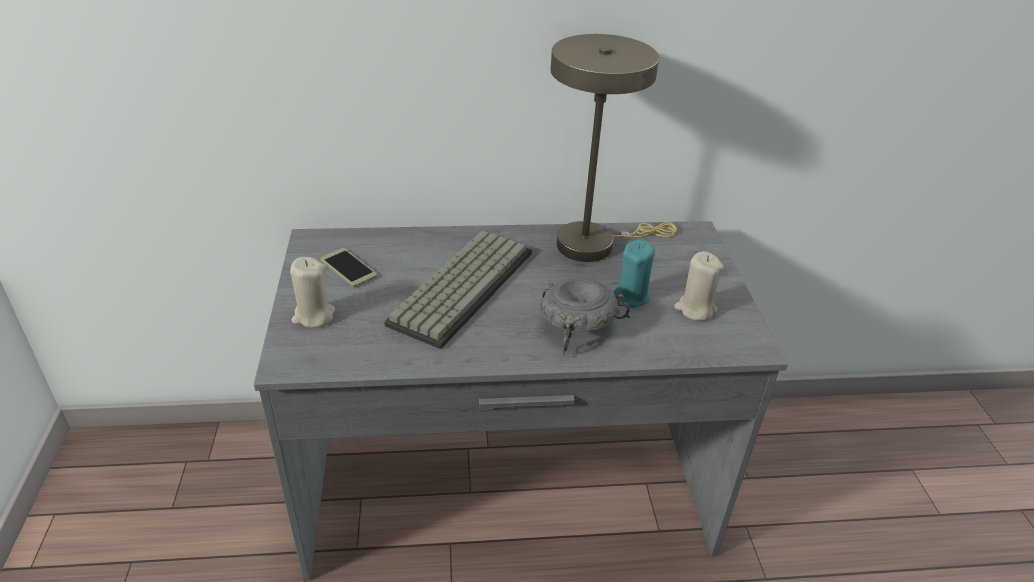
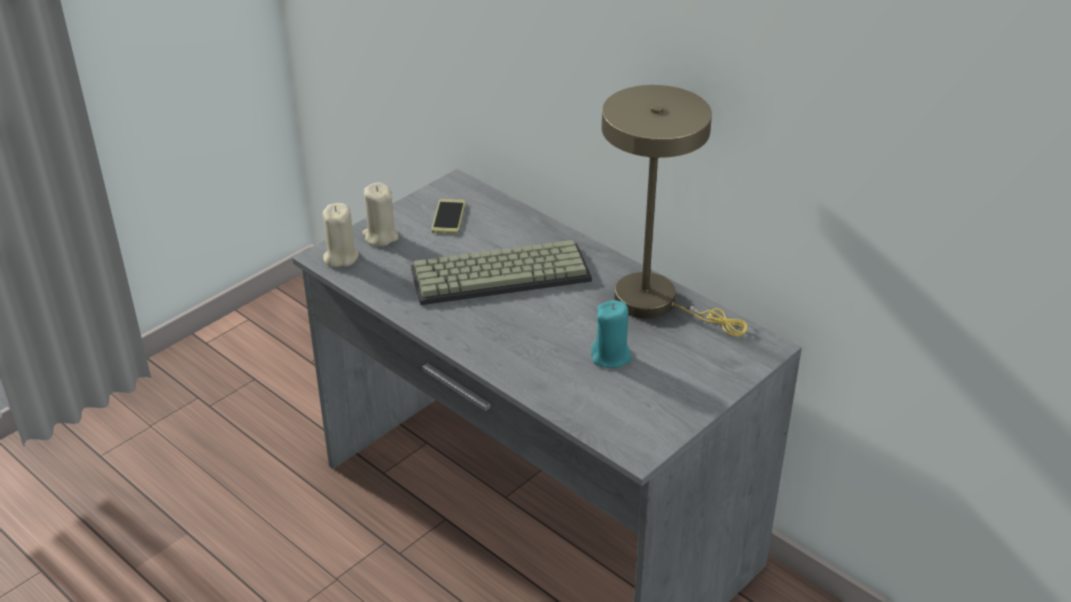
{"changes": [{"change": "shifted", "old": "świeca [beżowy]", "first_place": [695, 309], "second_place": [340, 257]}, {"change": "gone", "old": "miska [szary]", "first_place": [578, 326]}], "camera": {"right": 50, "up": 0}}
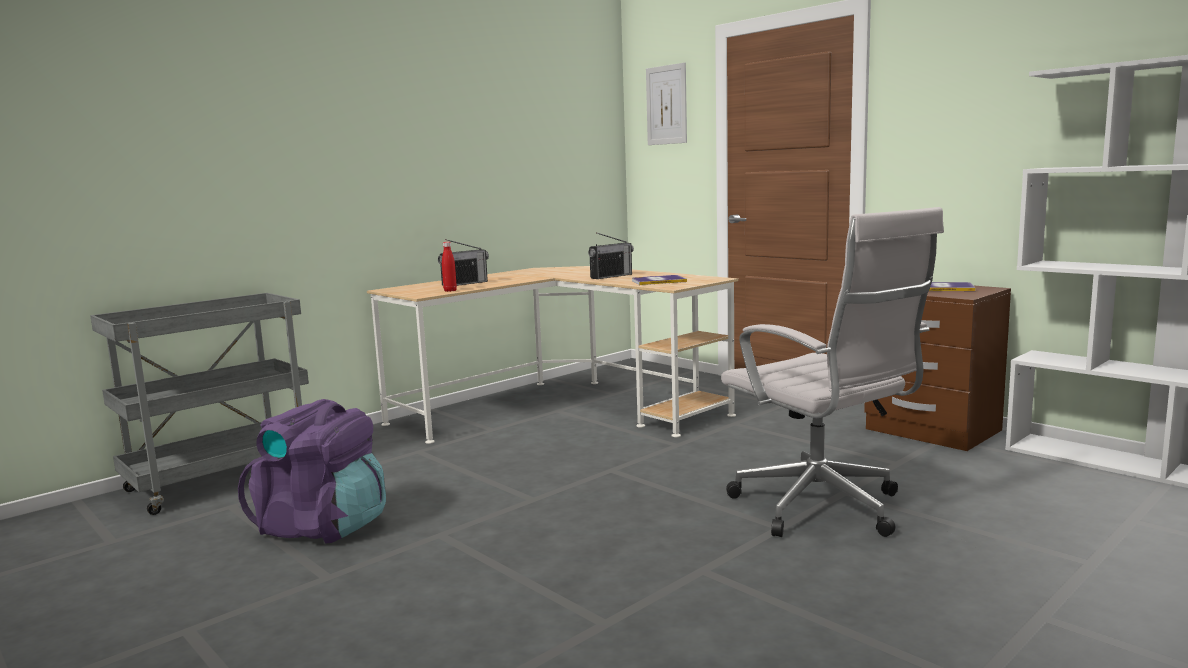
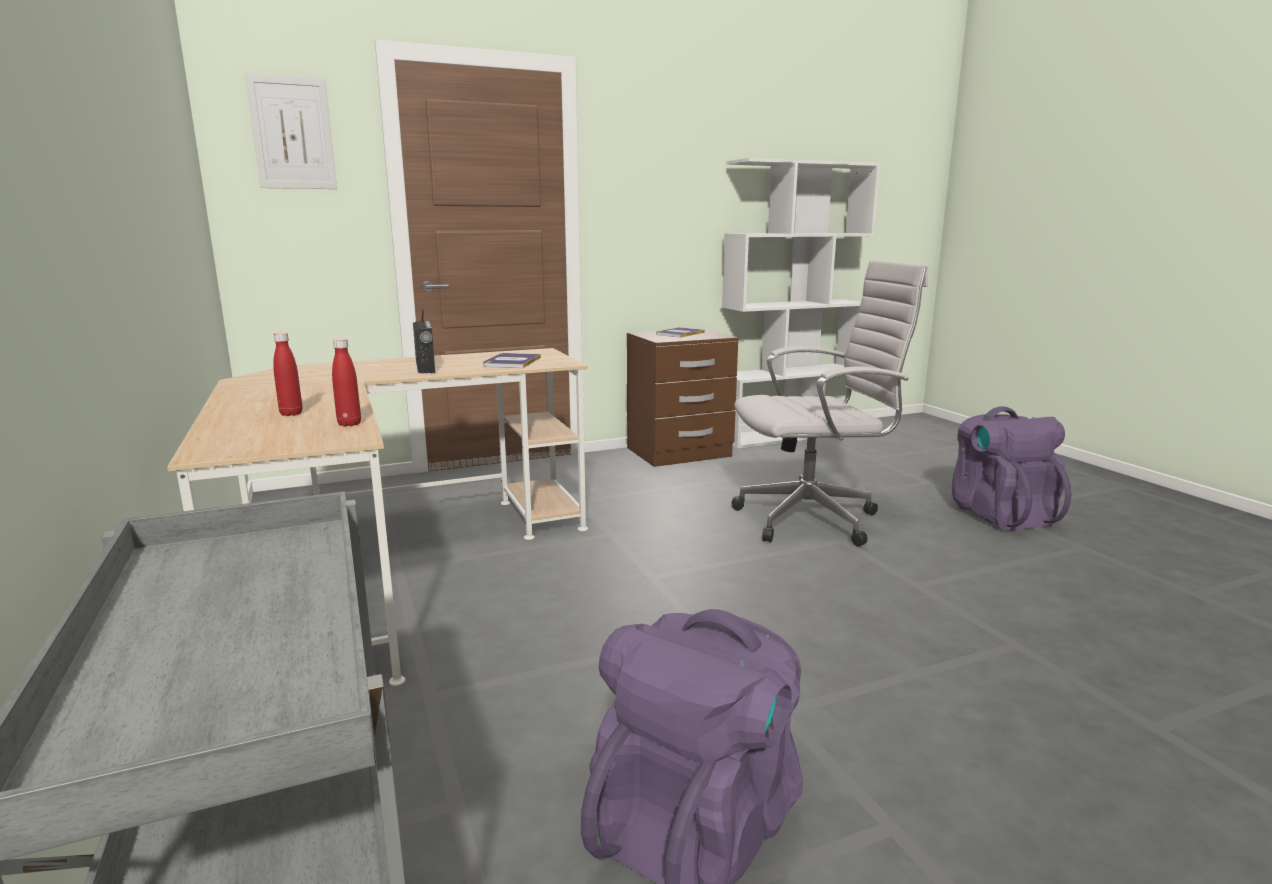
{"changes": [{"change": "swapped", "old": "radio", "new": "butelka [czerwony]", "first_place": [464, 284], "second_place": [291, 414]}, {"change": "new", "new": "plecak [fioletowy]", "second_place": [999, 514]}], "camera": {"right": -70, "up": 5}}
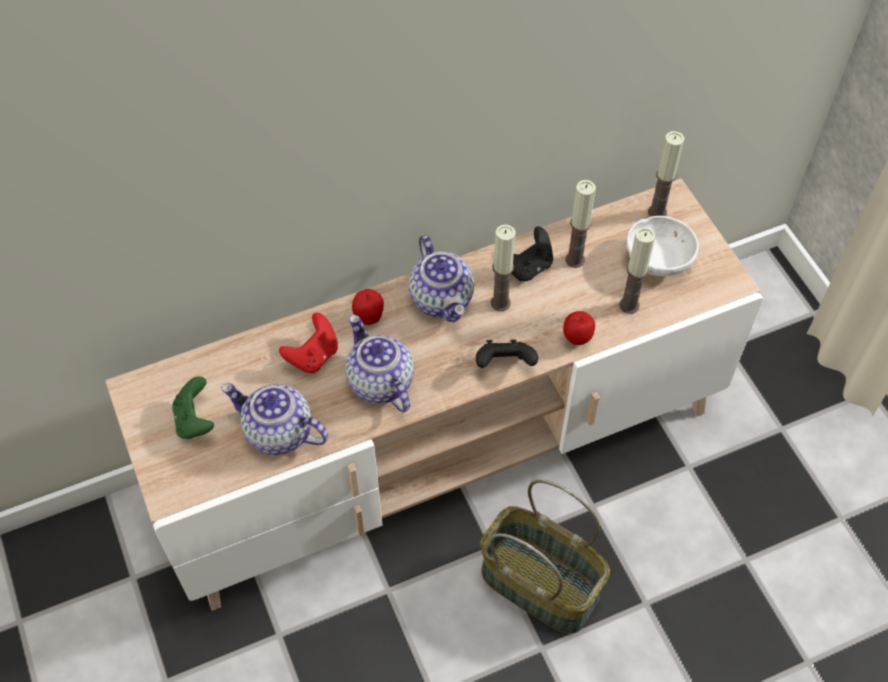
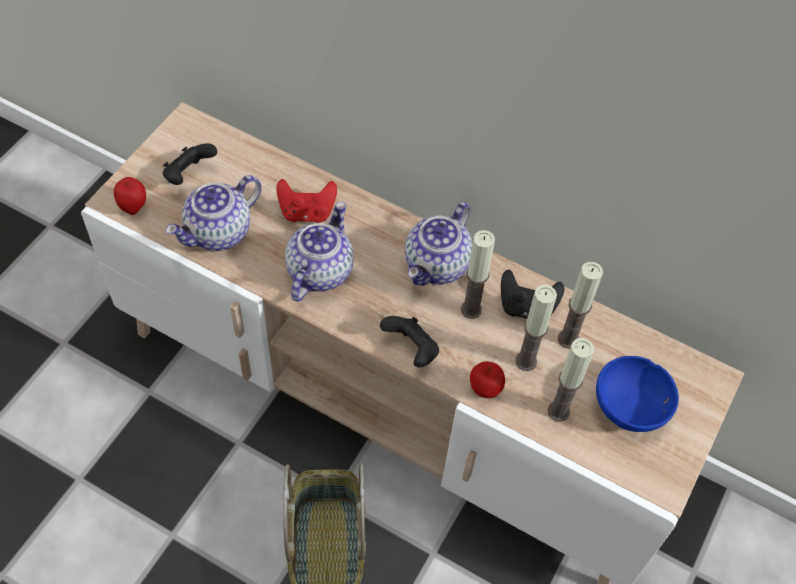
{"changes": [{"change": "shifted", "old": "jabłko", "first_place": [369, 317], "second_place": [133, 207]}, {"change": "repainted", "old": "pad do gier [zielony]", "new": "pad do gier [czarny]", "first_place": [195, 420], "second_place": [189, 175]}, {"change": "rotated", "old": "imbryk", "first_place": [277, 432], "second_place": [219, 233], "degrees": -120}, {"change": "shifted", "old": "świeca", "first_place": [657, 212], "second_place": [526, 361]}, {"change": "repainted", "old": "miska [biały]", "new": "miska [niebieski]", "first_place": [658, 260], "second_place": [631, 407]}], "camera": {"right": 50, "up": 0}}
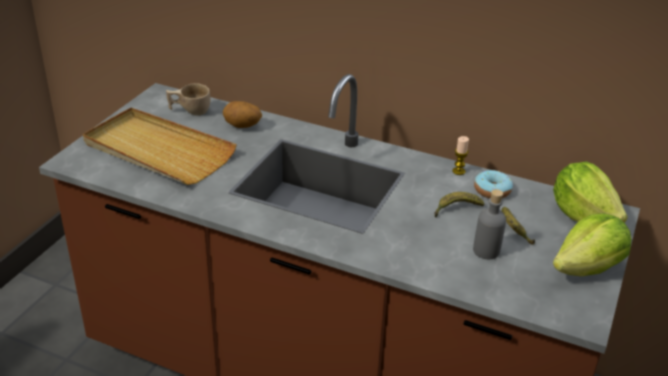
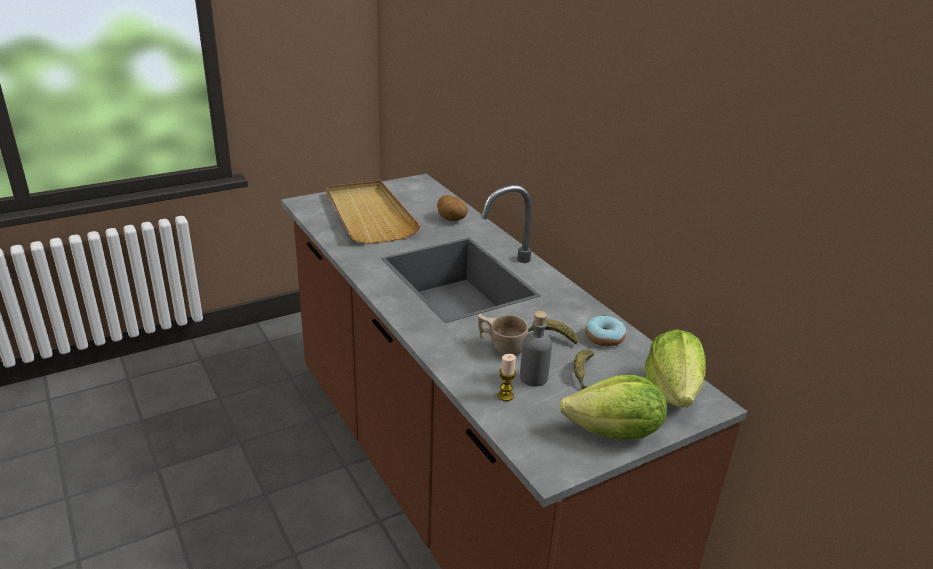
{"changes": [{"change": "shifted", "old": "filiżanka [beżowy]", "first_place": [189, 111], "second_place": [501, 347]}, {"change": "shifted", "old": "świeca", "first_place": [458, 171], "second_place": [505, 396]}], "camera": {"right": 35, "up": -5}}
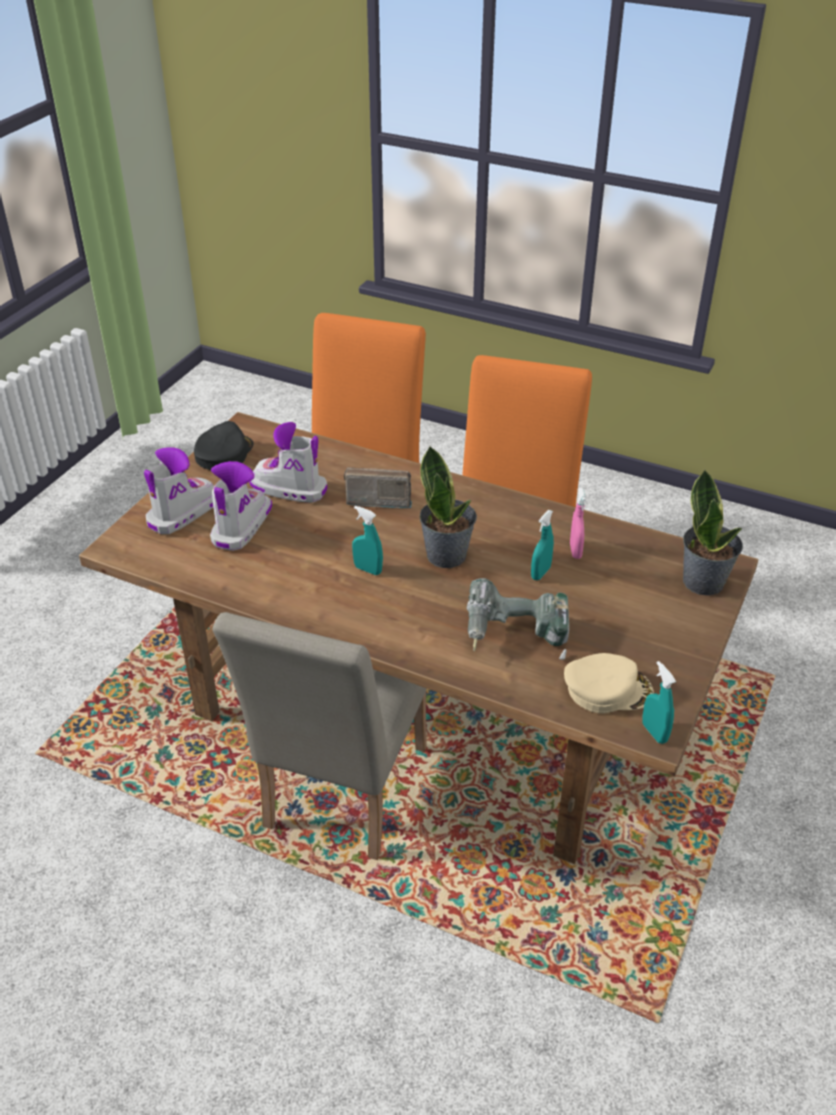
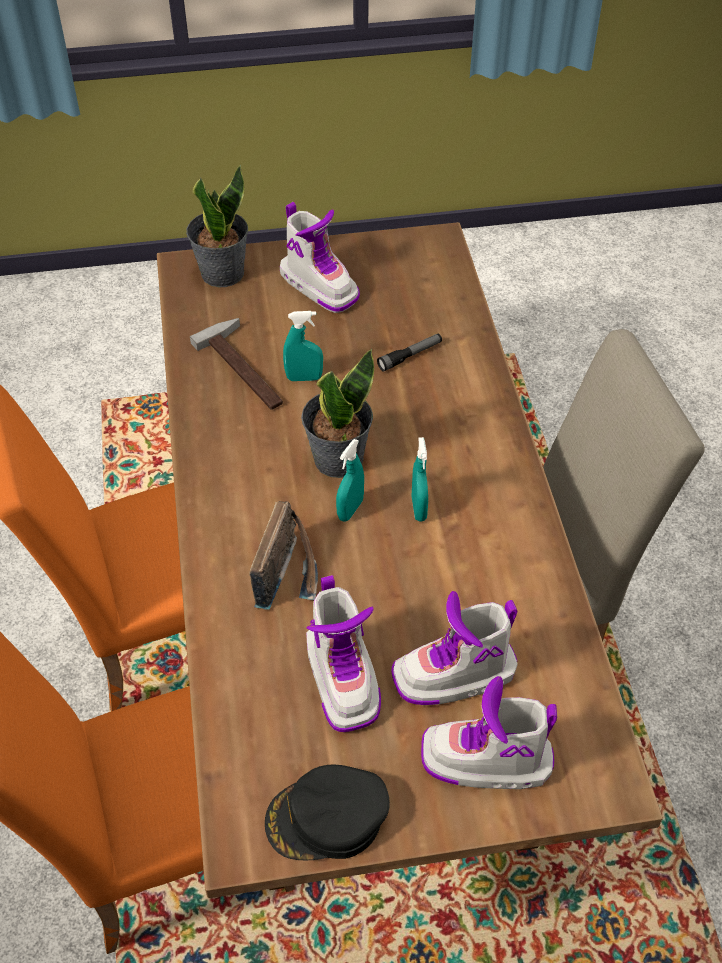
{"changes": [{"change": "swapped", "old": "spryskiwacz [różowy]", "new": "młotek", "first_place": [575, 551], "second_place": [247, 368]}, {"change": "rotated", "old": "radio", "first_place": [377, 499], "second_place": [289, 572], "degrees": -135}, {"change": "new", "new": "but z cholewką", "second_place": [319, 286]}, {"change": "shifted", "old": "spryskiwacz [turkusowy]", "first_place": [654, 732], "second_place": [350, 509]}, {"change": "swapped", "old": "wiertarka", "new": "latarka", "first_place": [515, 637], "second_place": [410, 356]}, {"change": "gone", "old": "czapka z daszkiem [beżowy]", "first_place": [607, 689]}], "camera": {"right": -125, "up": 10}}
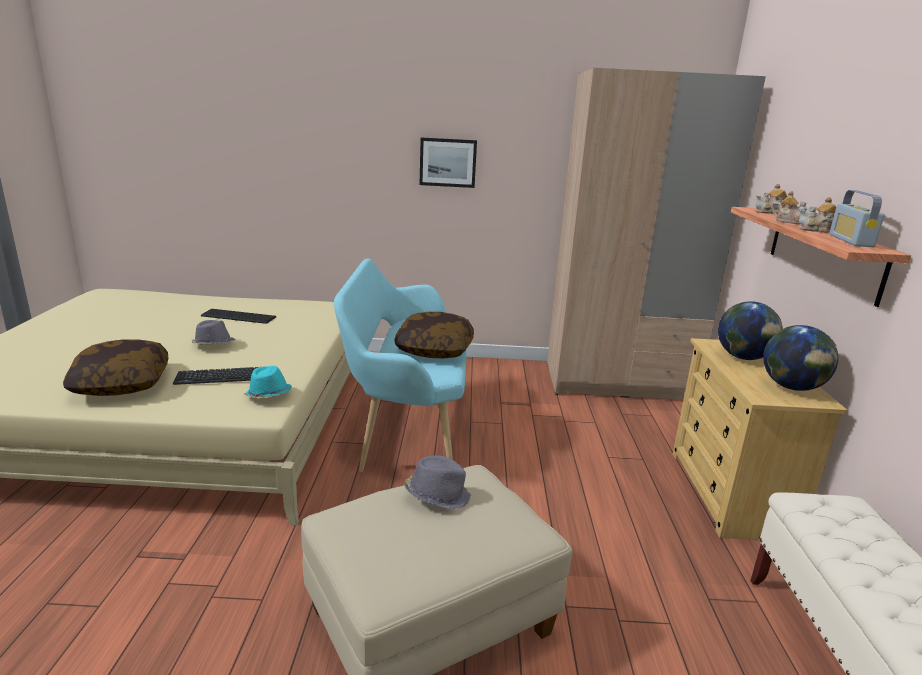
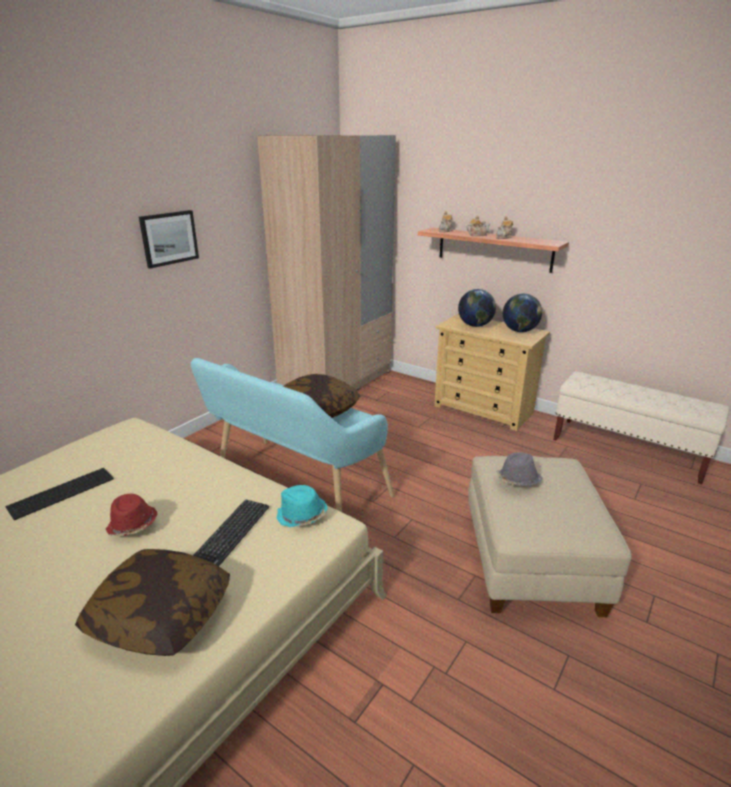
{"changes": [{"change": "repainted", "old": "kapelusz [szary]", "new": "kapelusz [czerwony]", "first_place": [213, 345], "second_place": [132, 525]}, {"change": "gone", "old": "radio", "first_place": [850, 241]}], "camera": {"right": -55, "up": 5}}
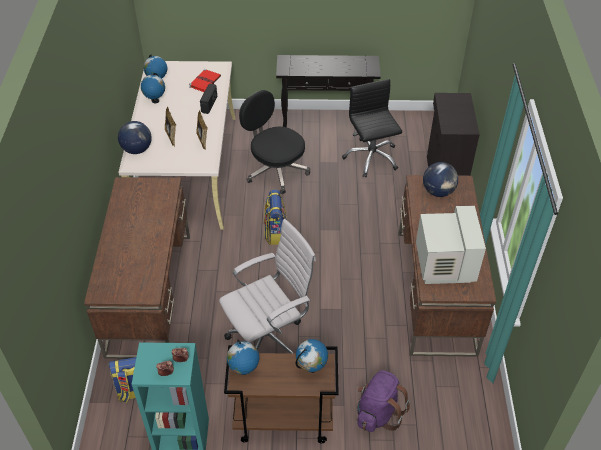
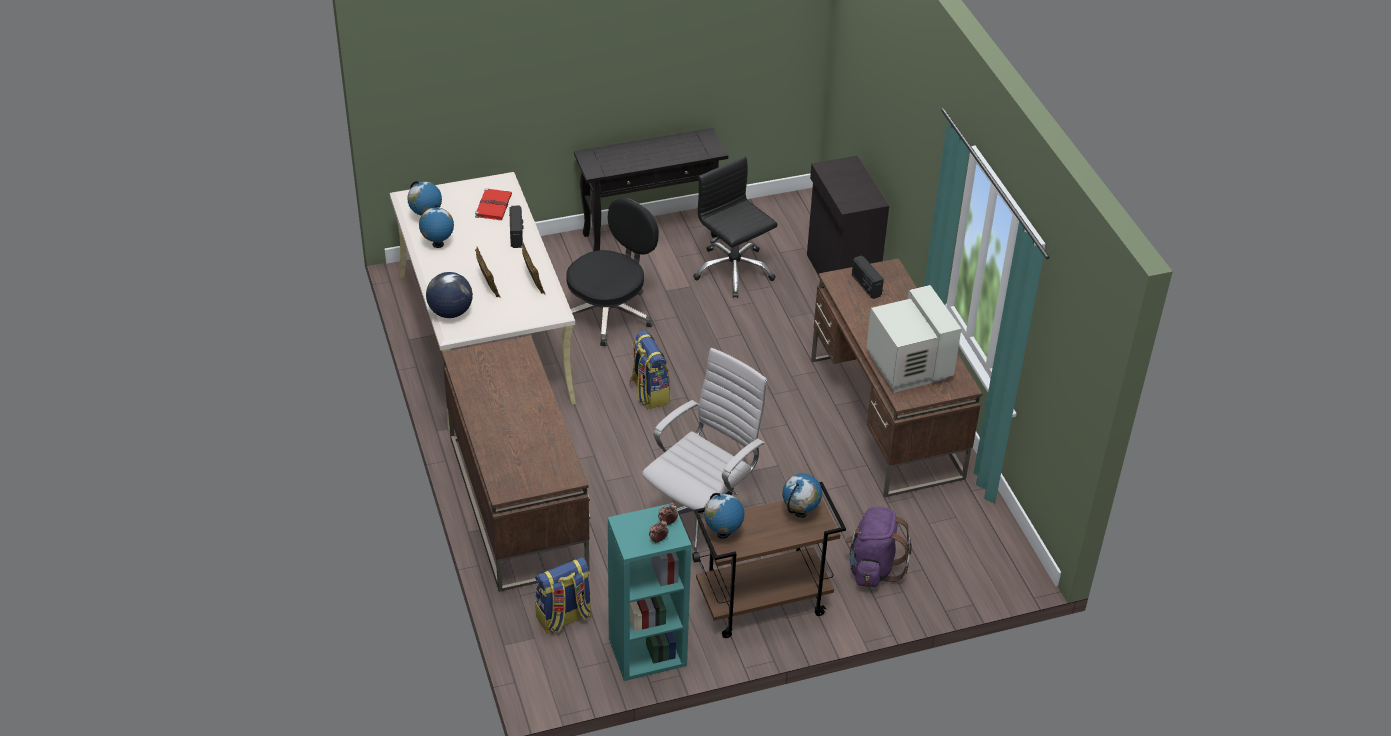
{"changes": [{"change": "rotated", "old": "krzesło biurowe [czarny]", "first_place": [275, 170], "second_place": [610, 313], "degrees": 105}, {"change": "swapped", "old": "globus", "new": "radio", "first_place": [438, 192], "second_place": [866, 285]}], "camera": {"right": -20, "up": -5}}
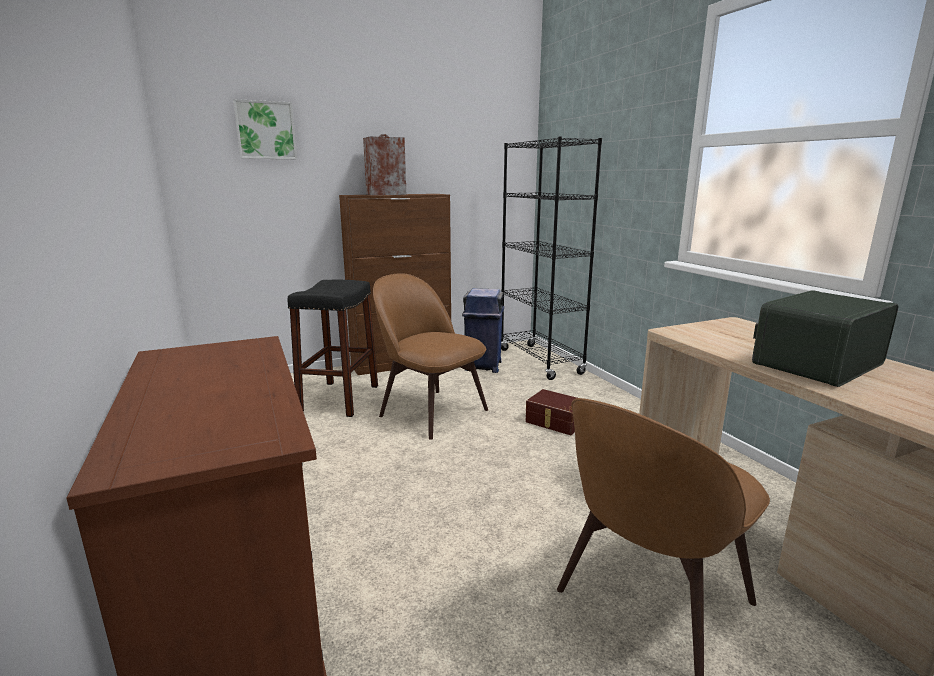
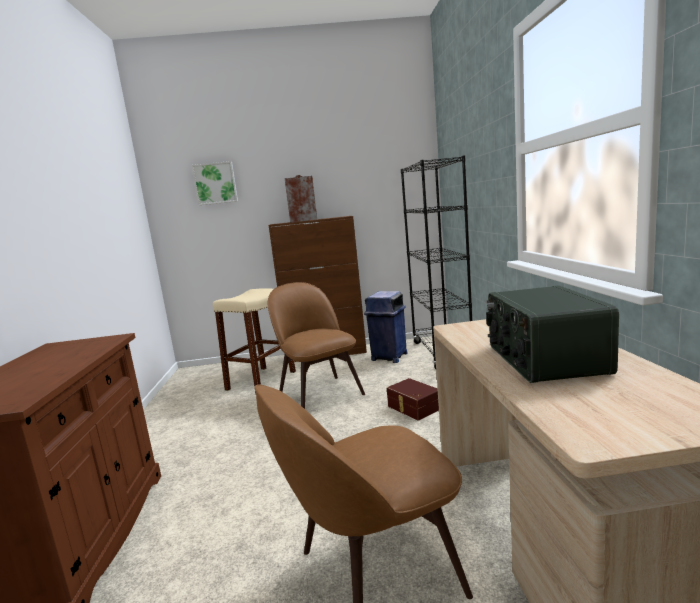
{"changes": [{"change": "repainted", "old": "stołek [czarny]", "new": "stołek [beżowy]", "first_place": [339, 398], "second_place": [261, 380]}, {"change": "rotated", "old": "radio", "first_place": [815, 363], "second_place": [543, 359], "degrees": -75}], "camera": {"right": 20, "up": -5}}
